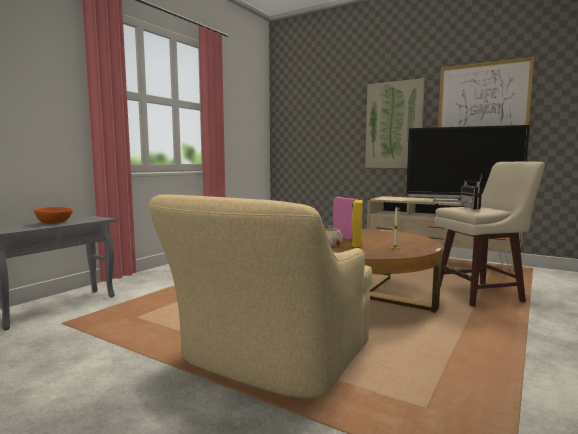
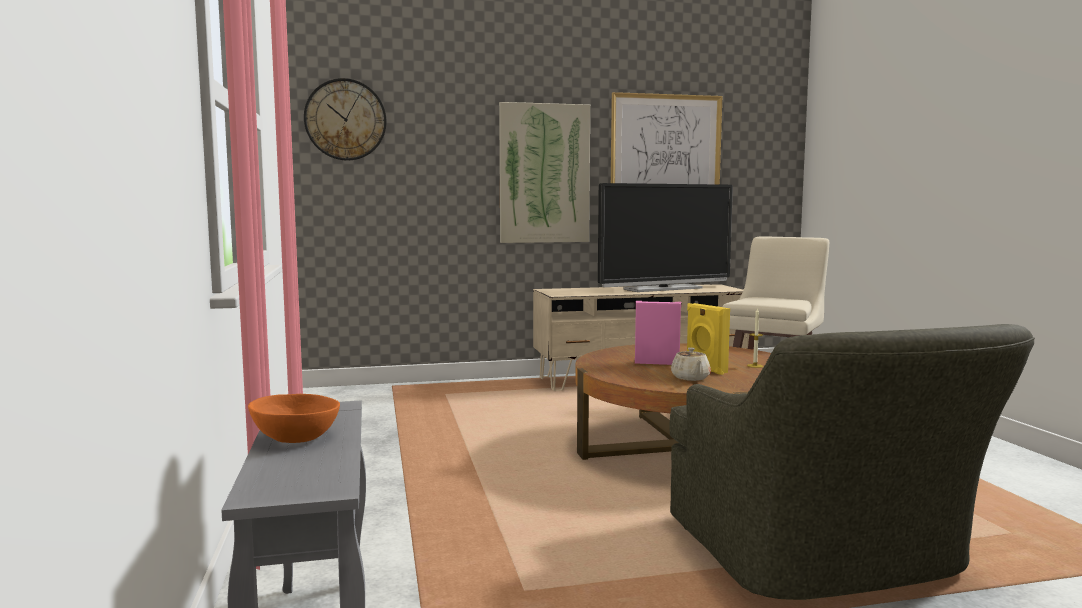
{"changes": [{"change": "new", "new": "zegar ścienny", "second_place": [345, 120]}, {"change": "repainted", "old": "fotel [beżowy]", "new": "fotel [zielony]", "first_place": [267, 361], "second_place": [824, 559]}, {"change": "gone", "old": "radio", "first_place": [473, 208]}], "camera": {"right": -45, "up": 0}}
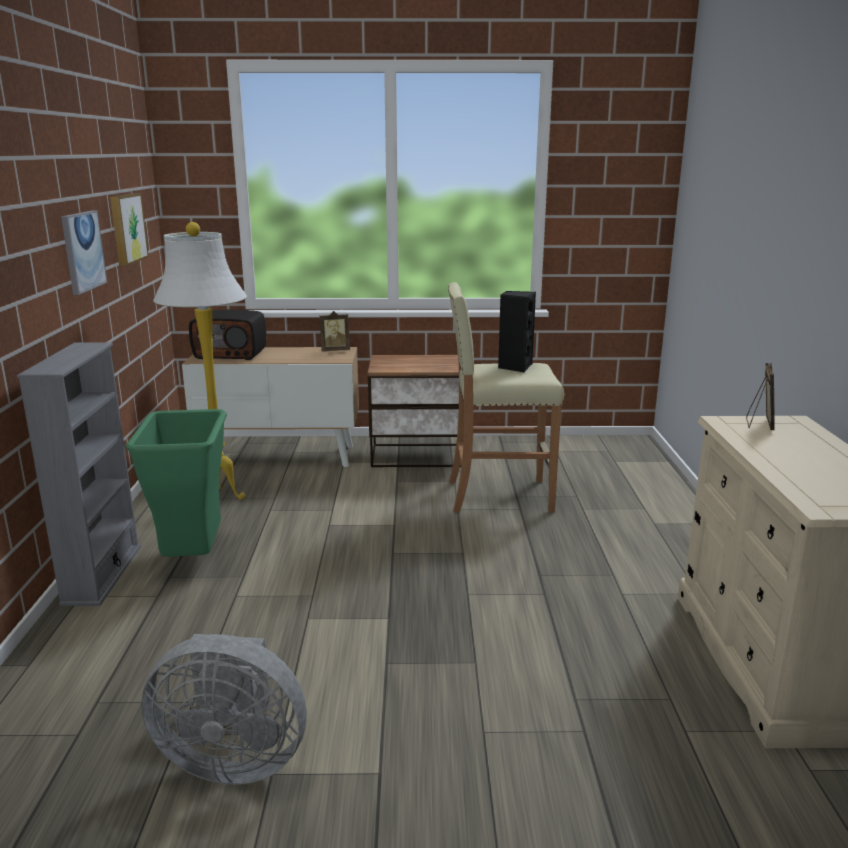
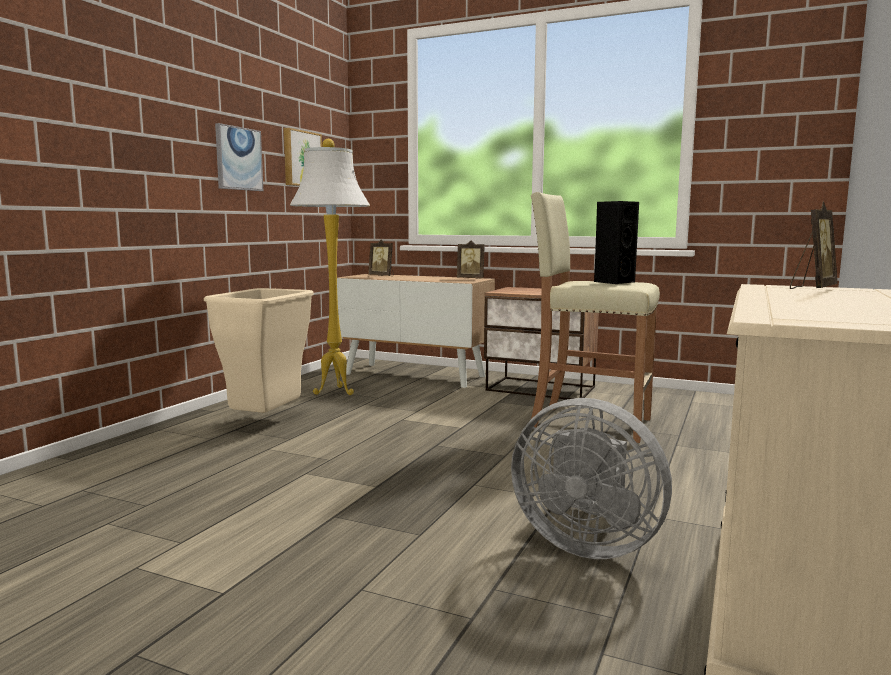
{"changes": [{"change": "repainted", "old": "kosz na śmieci [zielony]", "new": "kosz na śmieci [beżowy]", "first_place": [192, 558], "second_place": [266, 422]}, {"change": "swapped", "old": "radio", "new": "ramka na zdjęcie", "first_place": [231, 353], "second_place": [382, 276]}, {"change": "shifted", "old": "wentylator [szary]", "first_place": [233, 759], "second_place": [586, 543]}, {"change": "gone", "old": "regał [szary]", "first_place": [102, 574]}], "camera": {"right": 25, "up": -10}}
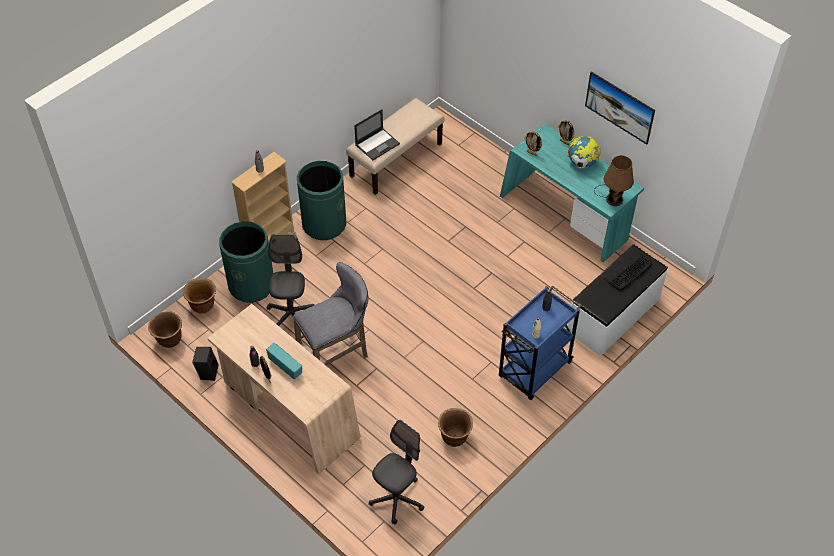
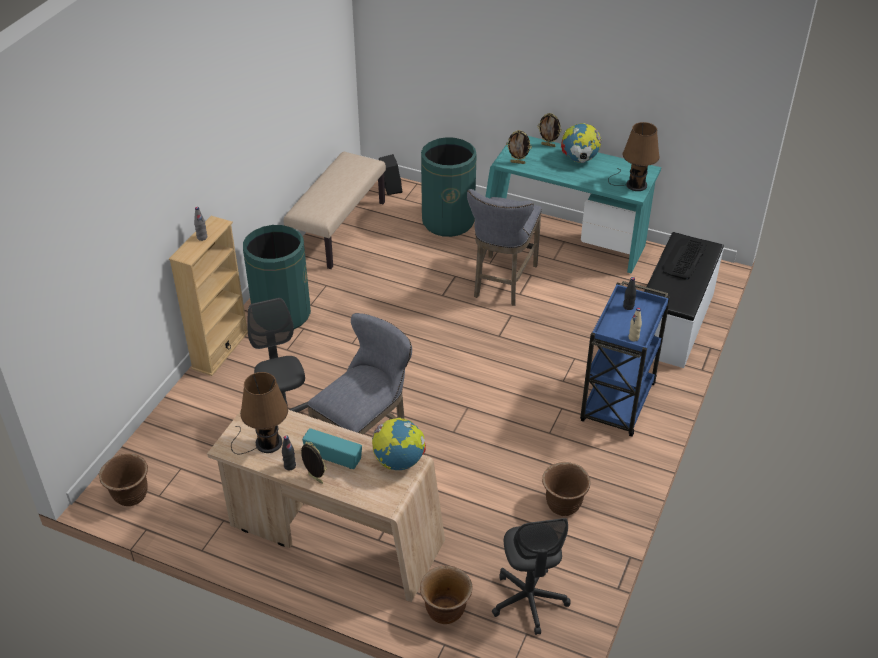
{"changes": [{"change": "new", "new": "lampa stołowa [brązowy]", "second_place": [265, 443]}, {"change": "new", "new": "globus", "second_place": [399, 461]}, {"change": "shifted", "old": "głośnik [czarny]", "first_place": [207, 372], "second_place": [390, 188]}, {"change": "shifted", "old": "donica [brązowy]", "first_place": [203, 306], "second_place": [445, 611]}, {"change": "shifted", "old": "kosz na śmieci [zielony]", "first_place": [251, 285], "second_place": [448, 221]}, {"change": "new", "new": "stołek [szary]", "second_place": [502, 283]}, {"change": "rotated", "old": "krzesło biurowe [szary]", "first_place": [397, 499], "second_place": [529, 600], "degrees": 150}, {"change": "gone", "old": "laptop", "first_place": [377, 144]}, {"change": "gone", "old": "obraz", "first_place": [618, 116]}], "camera": {"right": -20, "up": -10}}
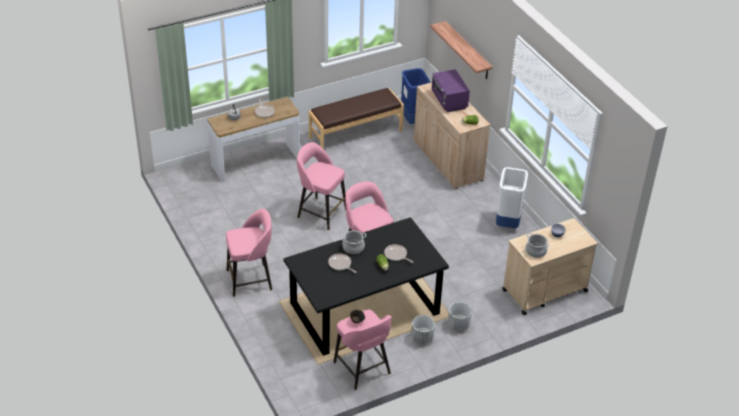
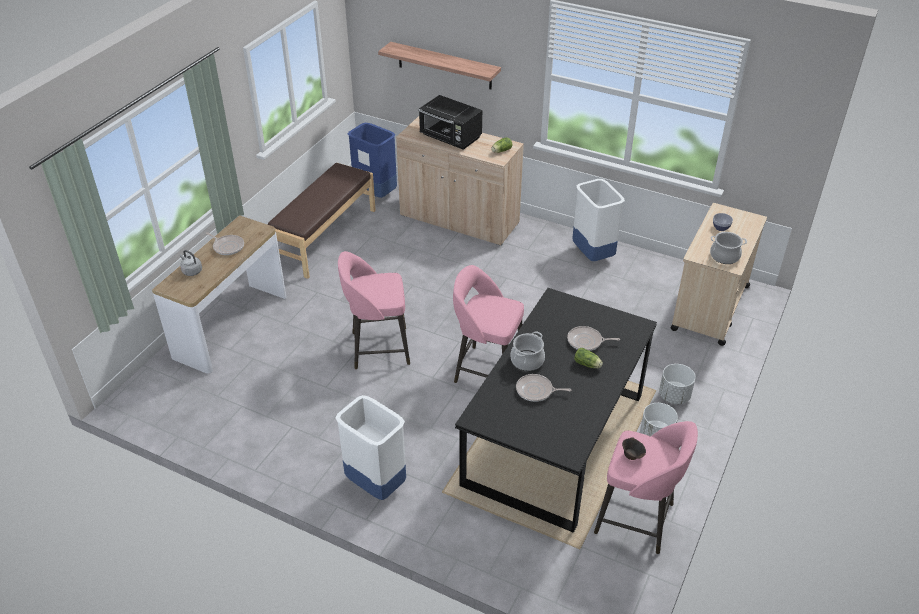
{"changes": [{"change": "swapped", "old": "stołek [różowy]", "new": "kosz na śmieci [biały]", "first_place": [251, 280], "second_place": [376, 484]}, {"change": "repainted", "old": "mikrofalówka [fioletowy]", "new": "mikrofalówka [czarny]", "first_place": [449, 101], "second_place": [451, 138]}], "camera": {"right": -35, "up": 0}}
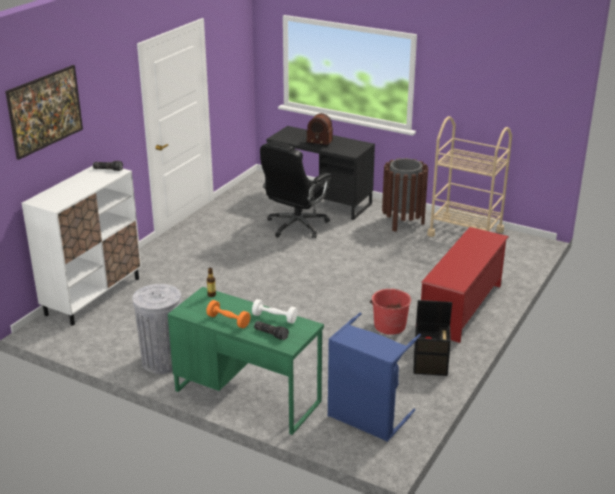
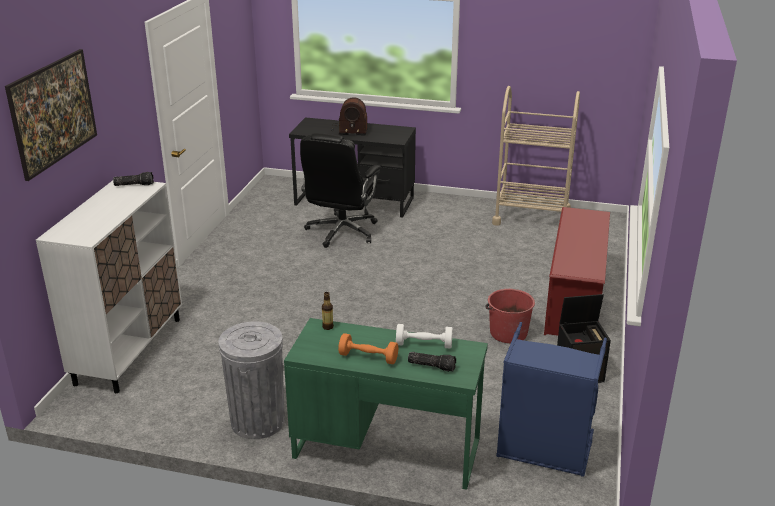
{"changes": [{"change": "gone", "old": "kosz na śmieci [brązowy]", "first_place": [403, 222]}], "camera": {"right": -15, "up": 0}}
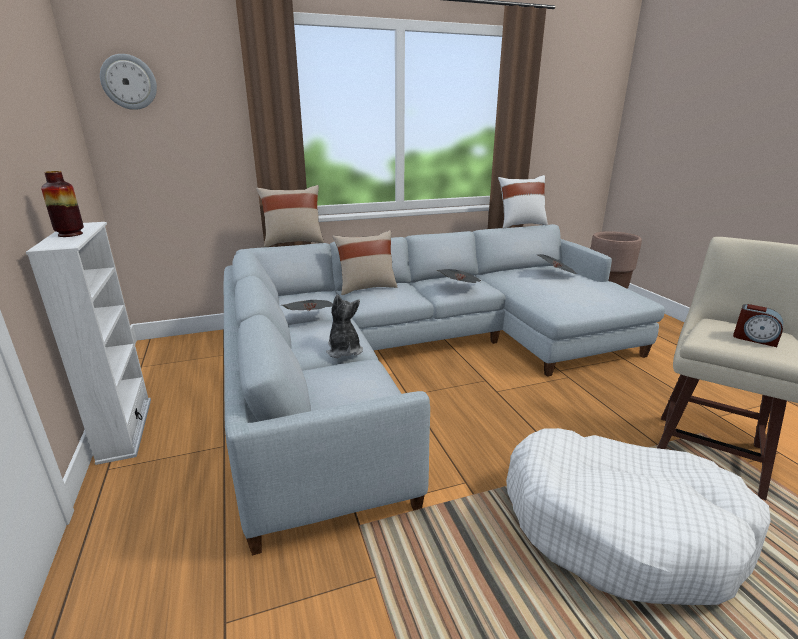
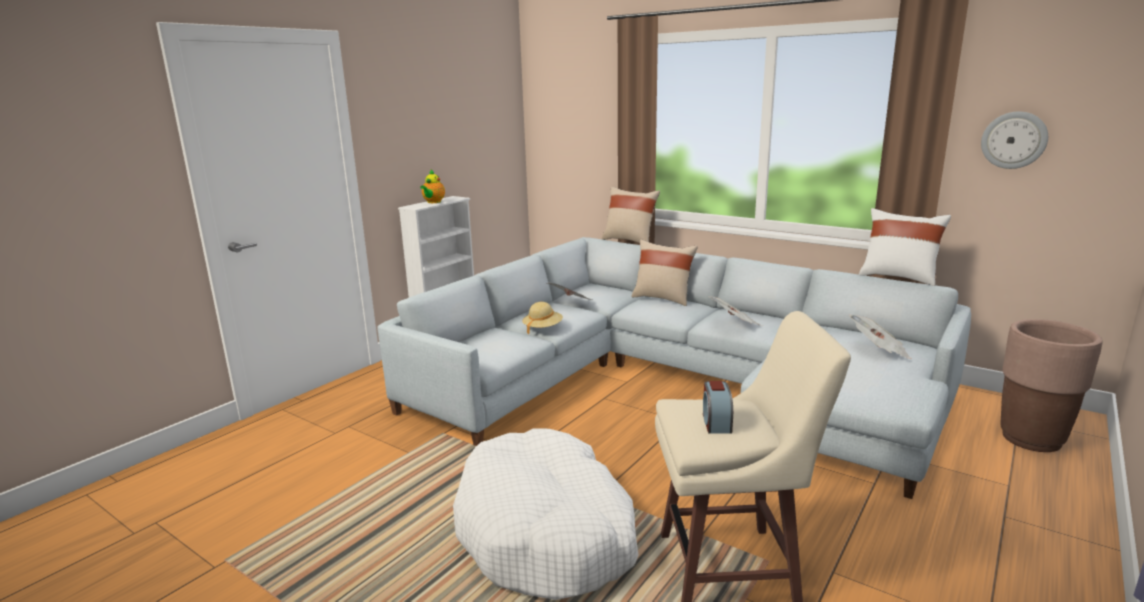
{"changes": [{"change": "swapped", "old": "wazon", "new": "imbryk", "first_place": [70, 234], "second_place": [433, 202]}, {"change": "swapped", "old": "pluszak", "new": "kapelusz [beżowy]", "first_place": [344, 350], "second_place": [542, 328]}, {"change": "shifted", "old": "zegar ścienny", "first_place": [129, 82], "second_place": [1014, 140]}], "camera": {"right": 55, "up": -5}}
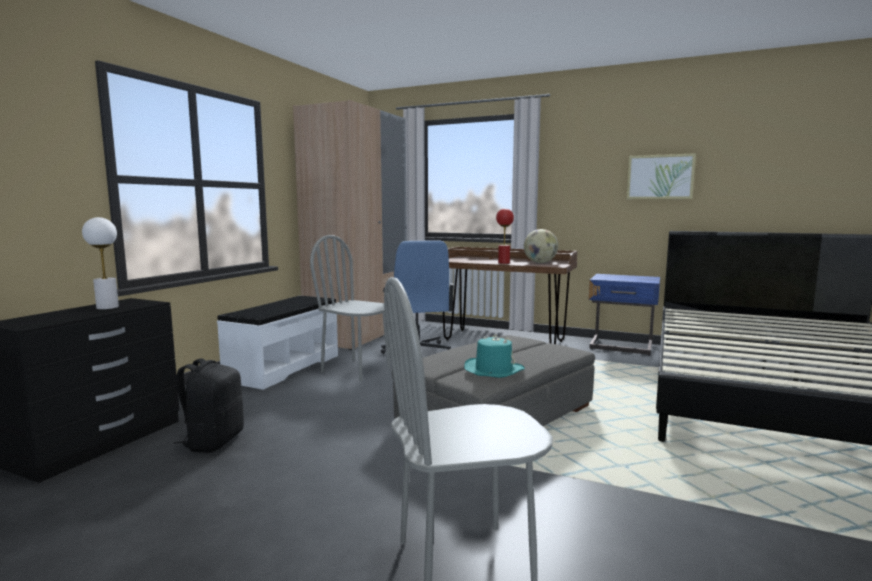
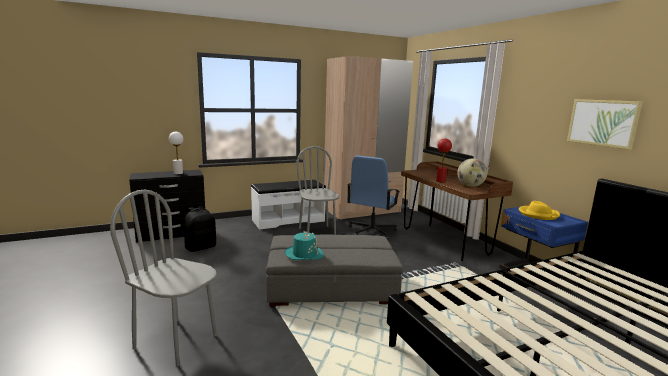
{"changes": [{"change": "new", "new": "kapelusz [żółty]", "second_place": [538, 214]}], "camera": {"right": 40, "up": 5}}
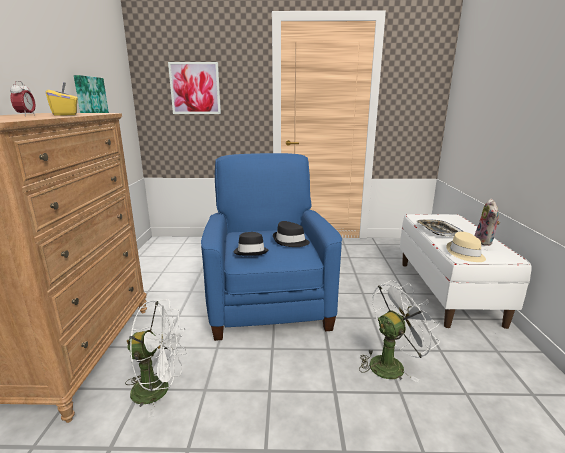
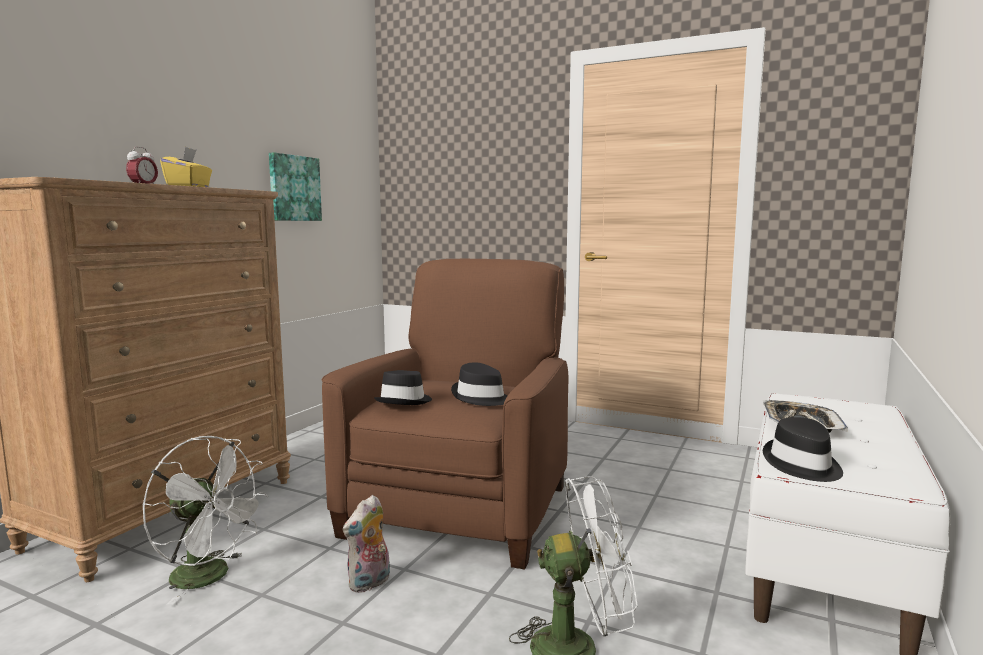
{"changes": [{"change": "repainted", "old": "fotel [niebieski]", "new": "fotel [brązowy]", "first_place": [268, 304], "second_place": [460, 509]}, {"change": "shifted", "old": "pluszak", "first_place": [485, 242], "second_place": [370, 583]}, {"change": "repainted", "old": "kapelusz [beżowy]", "new": "kapelusz [czarny]", "first_place": [465, 254], "second_place": [802, 465]}, {"change": "gone", "old": "obraz", "first_place": [195, 88]}], "camera": {"right": 25, "up": -10}}
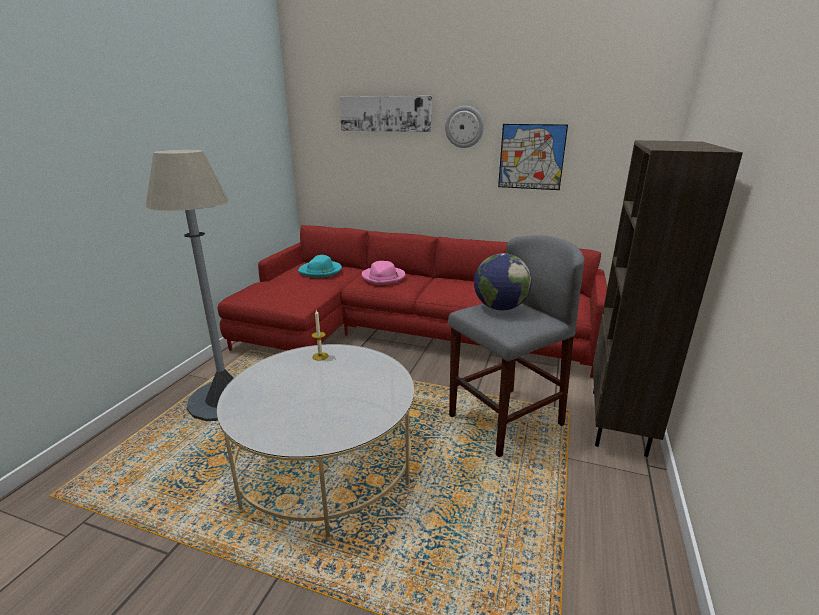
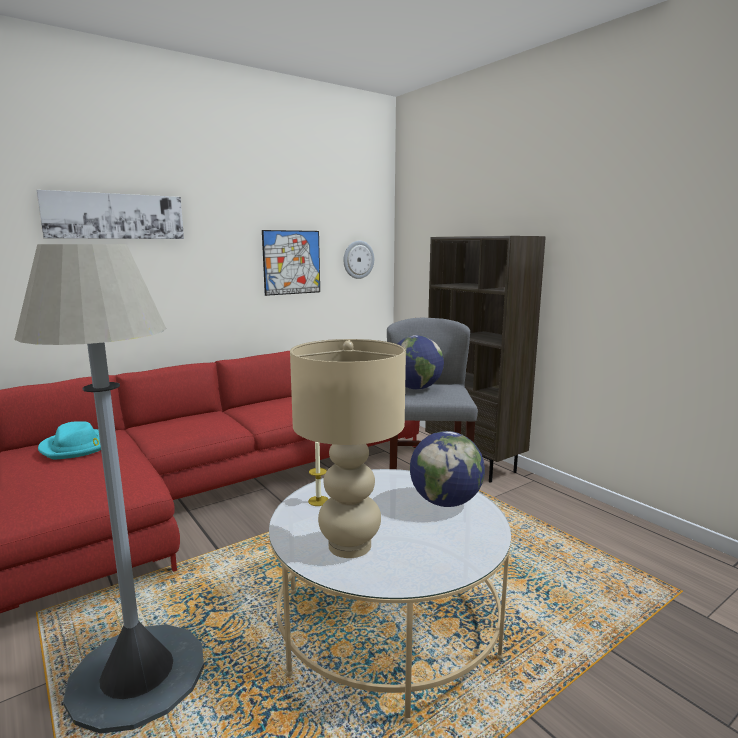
{"changes": [{"change": "new", "new": "lampa stołowa [beżowy]", "second_place": [350, 546]}, {"change": "shifted", "old": "zegar ścienny", "first_place": [464, 127], "second_place": [358, 259]}, {"change": "new", "new": "globus", "second_place": [445, 502]}, {"change": "gone", "old": "kapelusz [różowy]", "first_place": [383, 277]}], "camera": {"right": -55, "up": -10}}
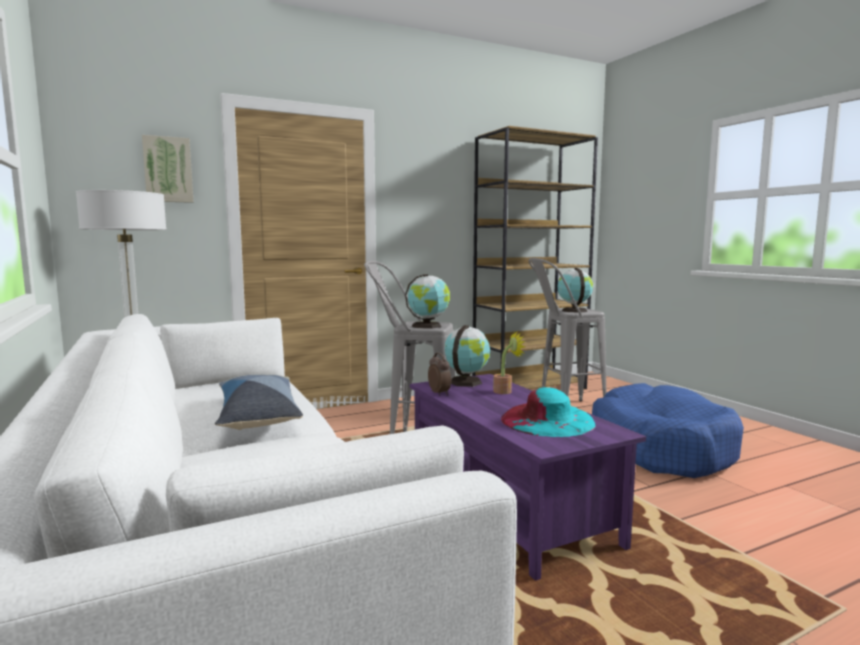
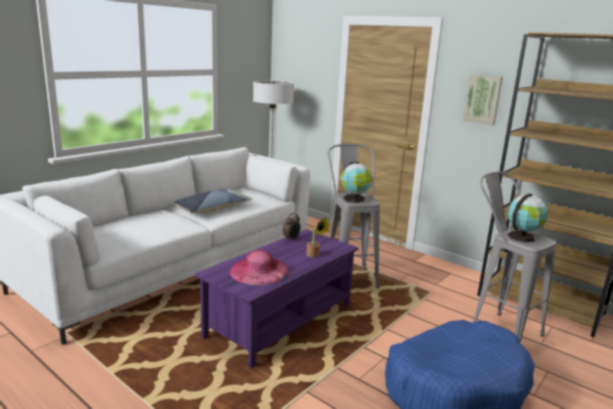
{"changes": [{"change": "repainted", "old": "kapelusz [turkusowy]", "new": "kapelusz [różowy]", "first_place": [547, 420], "second_place": [259, 271]}, {"change": "shifted", "old": "obraz", "first_place": [168, 170], "second_place": [483, 99]}, {"change": "gone", "old": "globus", "first_place": [466, 381]}], "camera": {"right": 65, "up": 10}}
